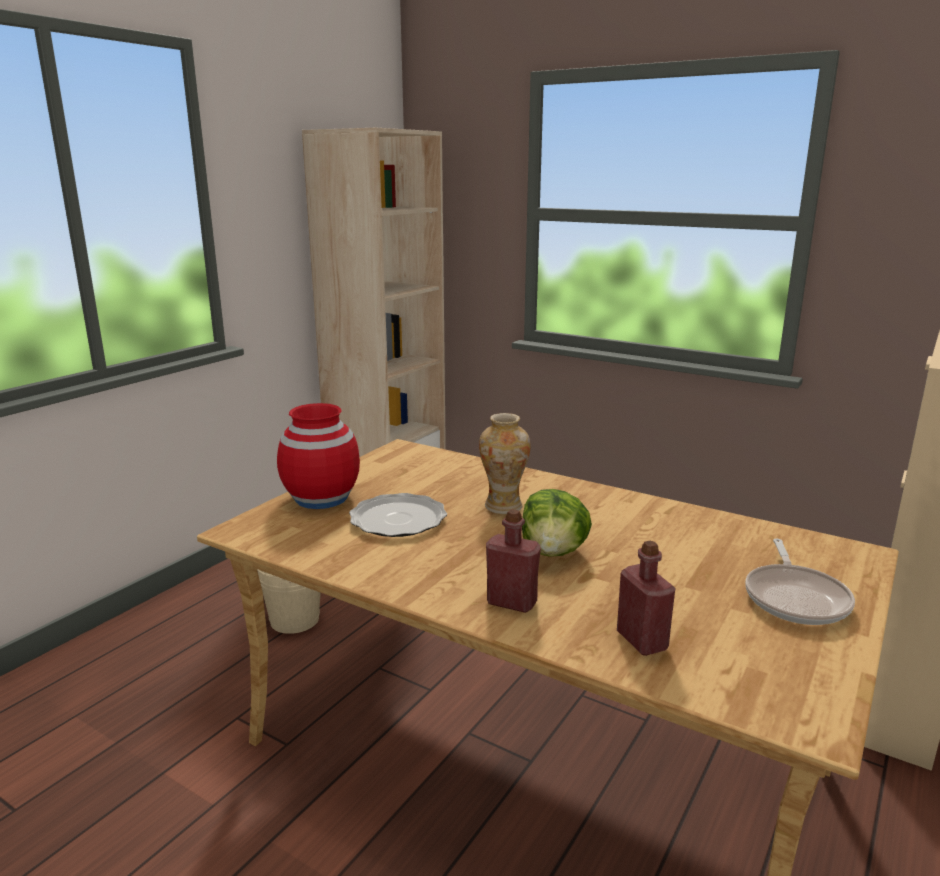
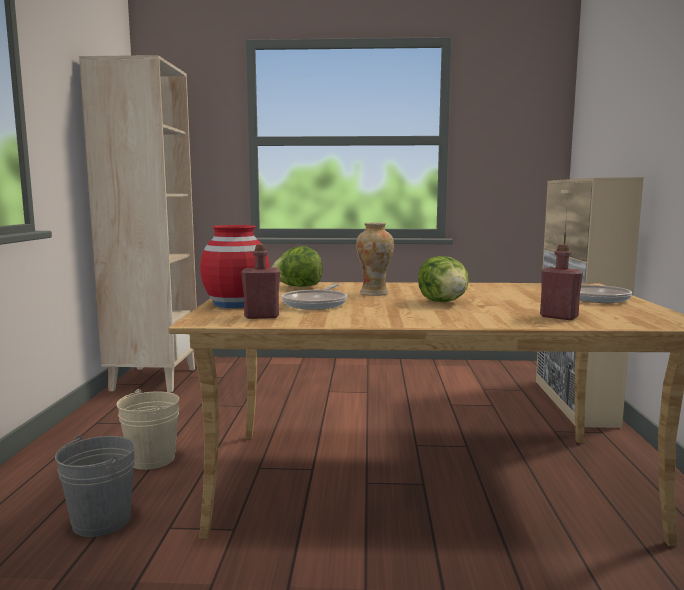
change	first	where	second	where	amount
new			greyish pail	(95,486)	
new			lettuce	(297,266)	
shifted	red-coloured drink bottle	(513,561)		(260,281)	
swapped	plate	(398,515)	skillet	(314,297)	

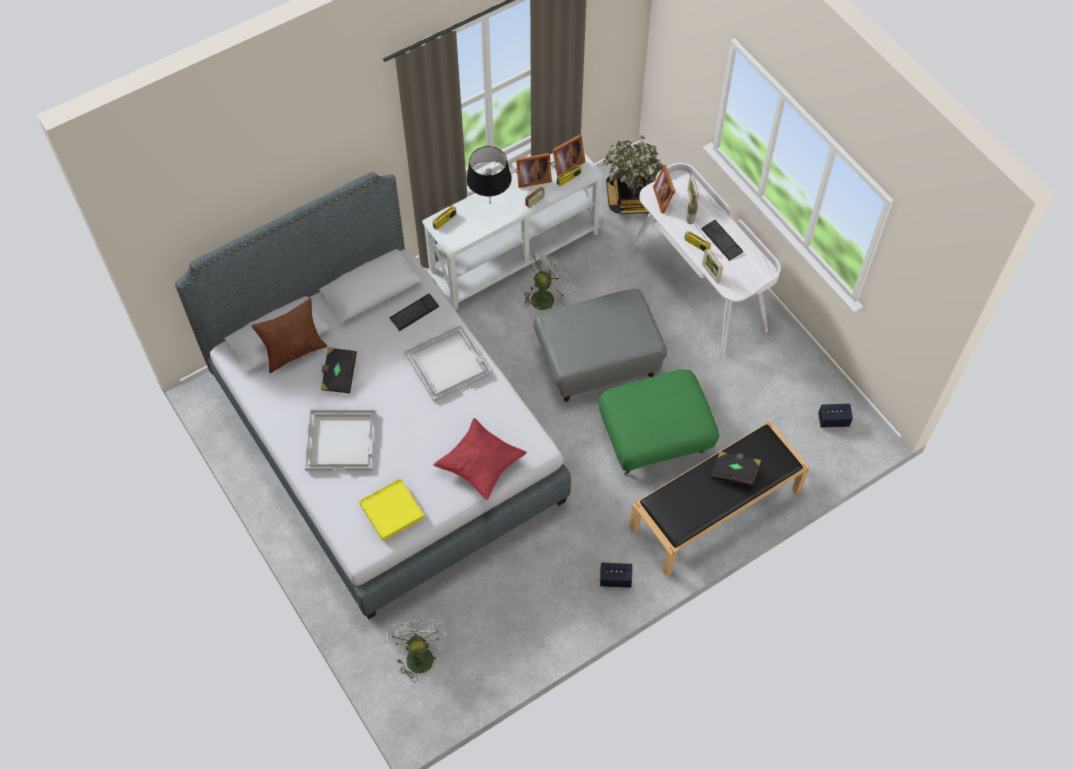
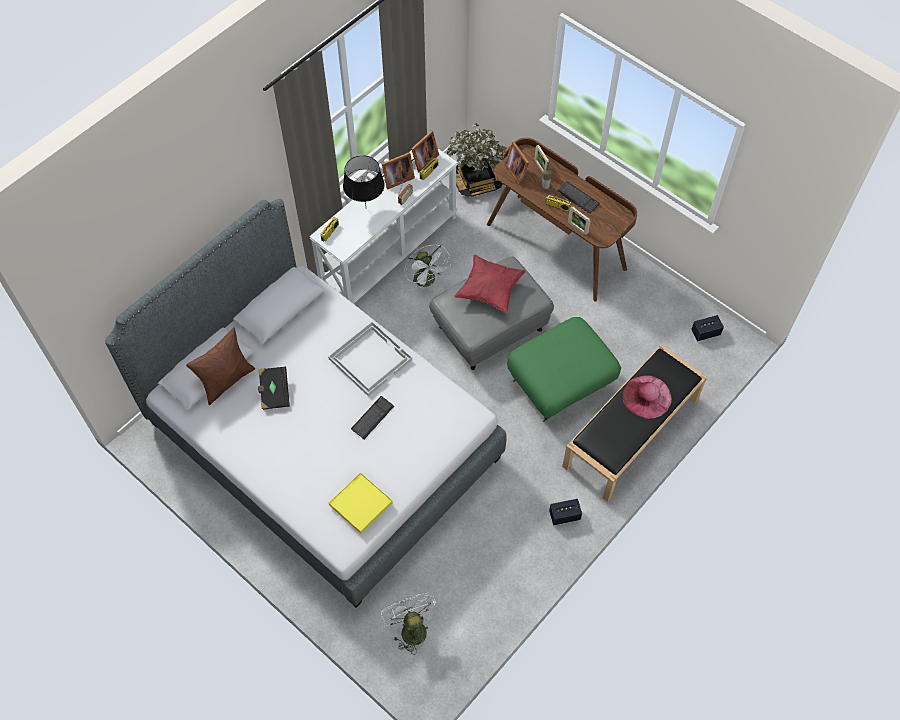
change	first	where	second	where	amount
gone	whitish carrying tray	(340,440)			
shifted	computer keyboard	(414,312)		(372,417)	
shifted	red-coloured pillow	(480,459)		(490,284)	
swapped	blackish volume	(736,469)	pink-coloured hat	(647,397)	
repainted	whitish desk unit	(705,260)	brown desk unit	(562,219)	
rotated	whitish fan	(548,280)		(427,268)	120 degrees clockwise

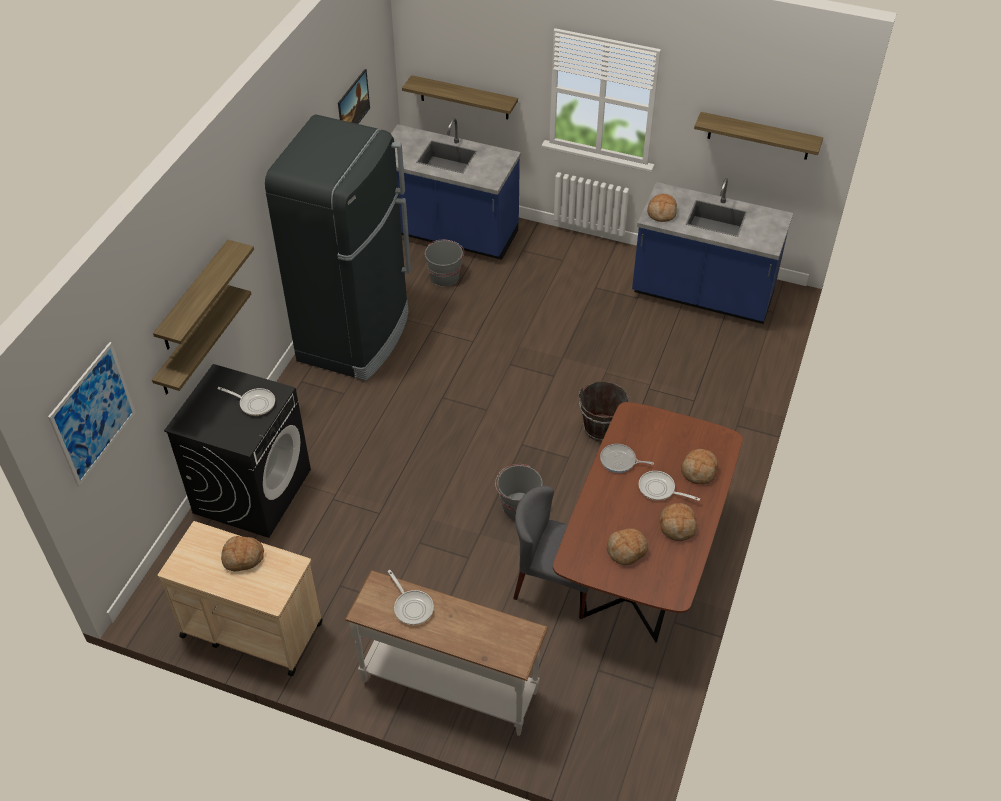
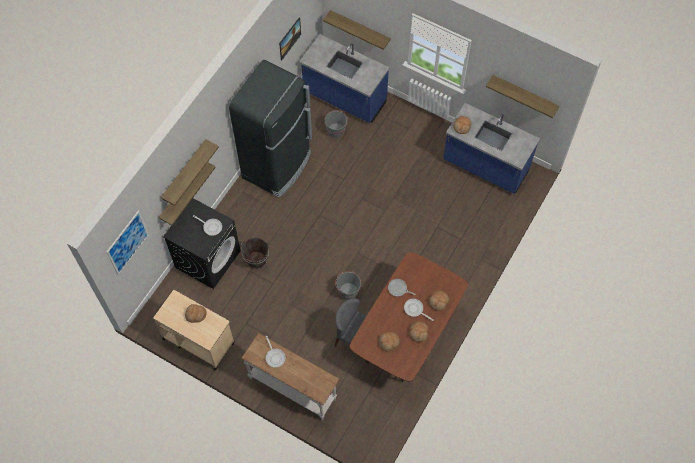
change	first	where	second	where	amount
shifted	brown pail	(604,411)		(255,253)	

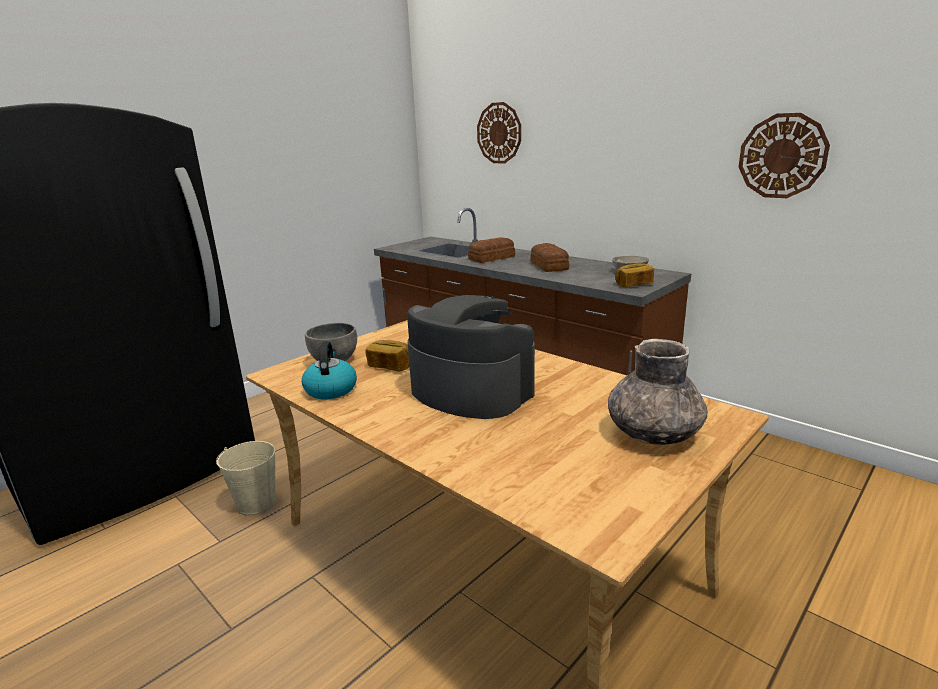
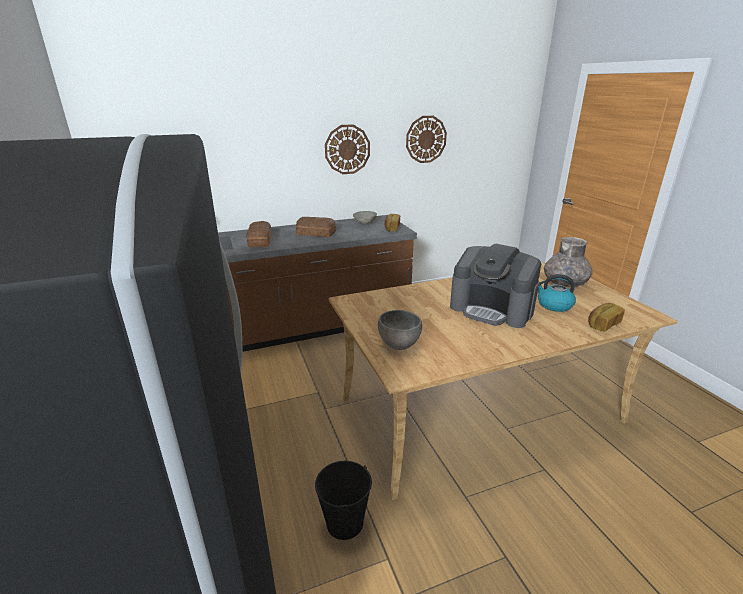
change	first	where	second	where	amount
shifted	water kettle	(329,370)		(557,293)	
shifted	bread	(387,355)		(606,317)	
shifted	wall clock	(499,132)		(347,149)	
repainted	sand-coloured pail	(246,478)	blackish pail	(343,500)	
rotated	coffee brewer	(471,357)		(495,286)	120 degrees counterclockwise

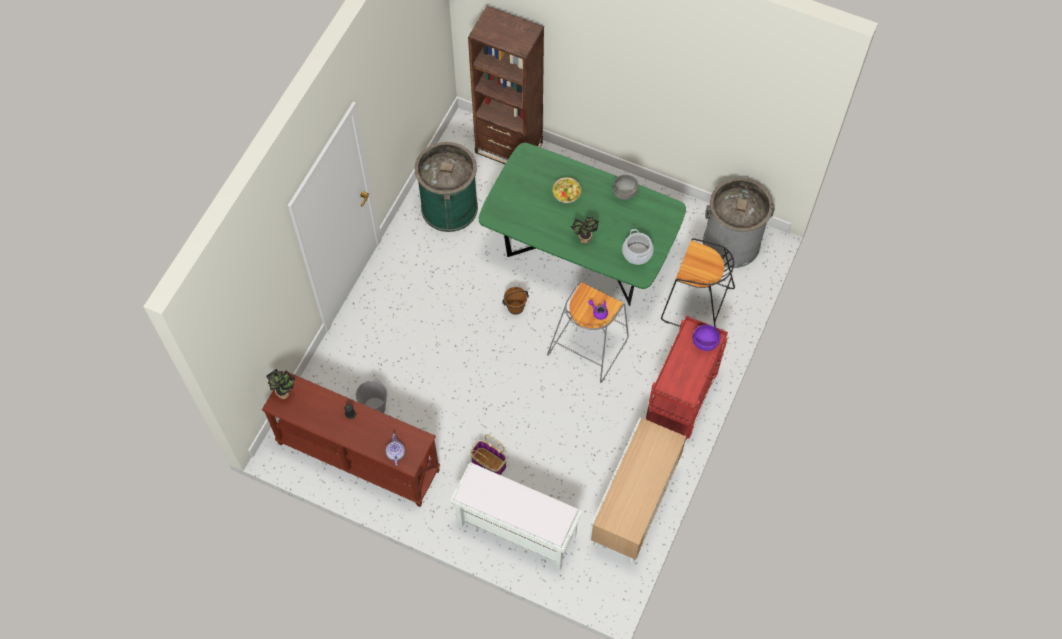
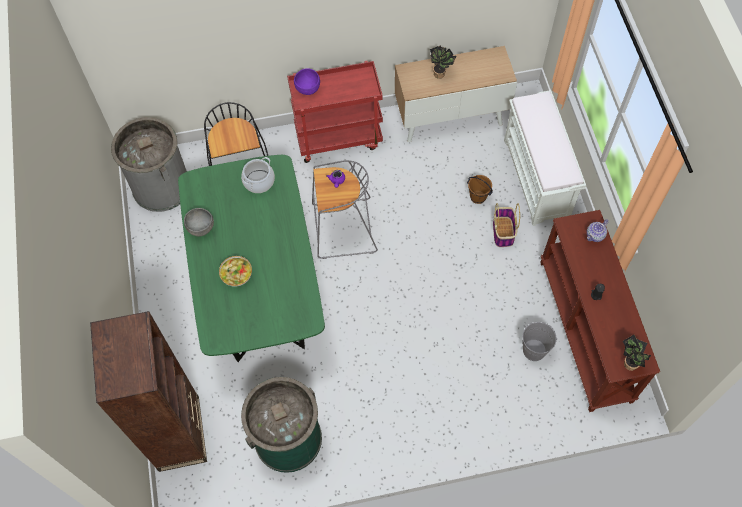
change	first	where	second	where	amount
shifted	brown pail	(515,301)		(480,189)	
shifted	plant in a pot	(584,229)		(443,62)	

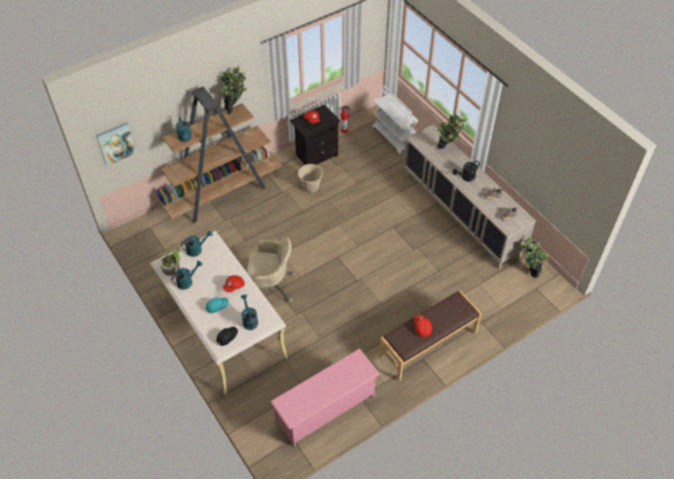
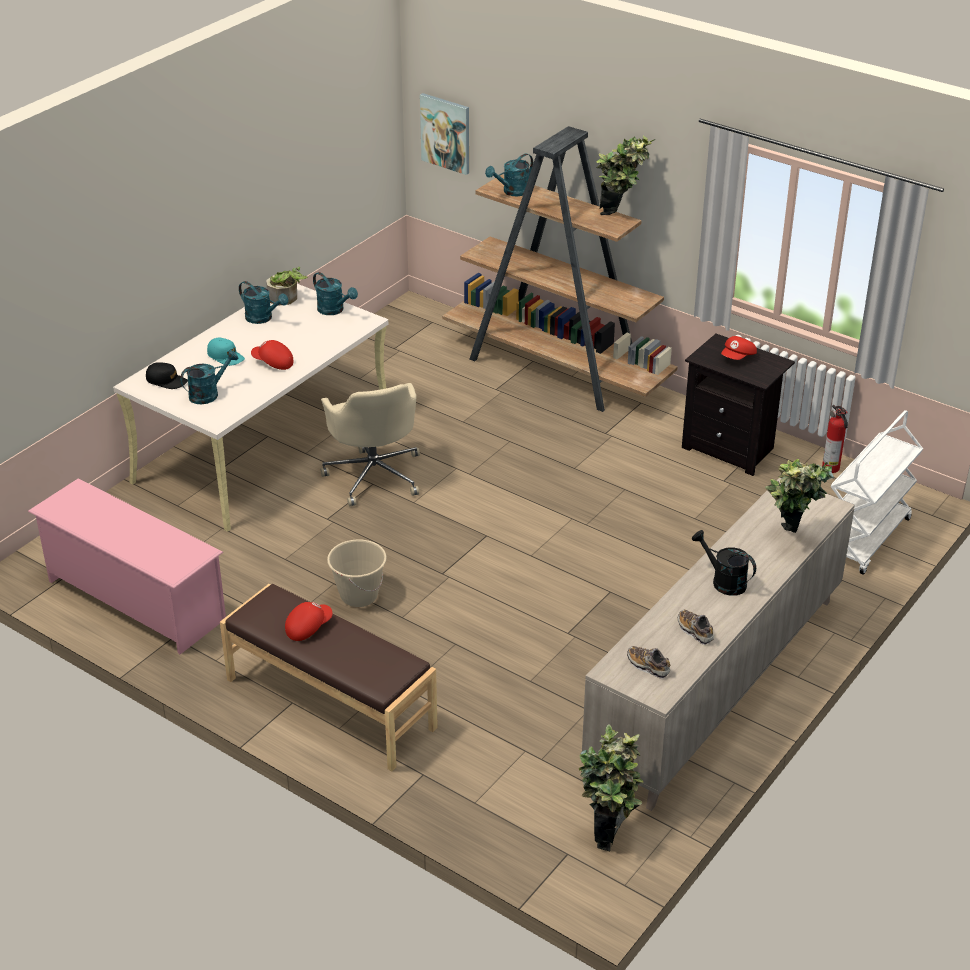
change	first	where	second	where	amount
shifted	sand-coloured pail	(310,178)		(357,573)	

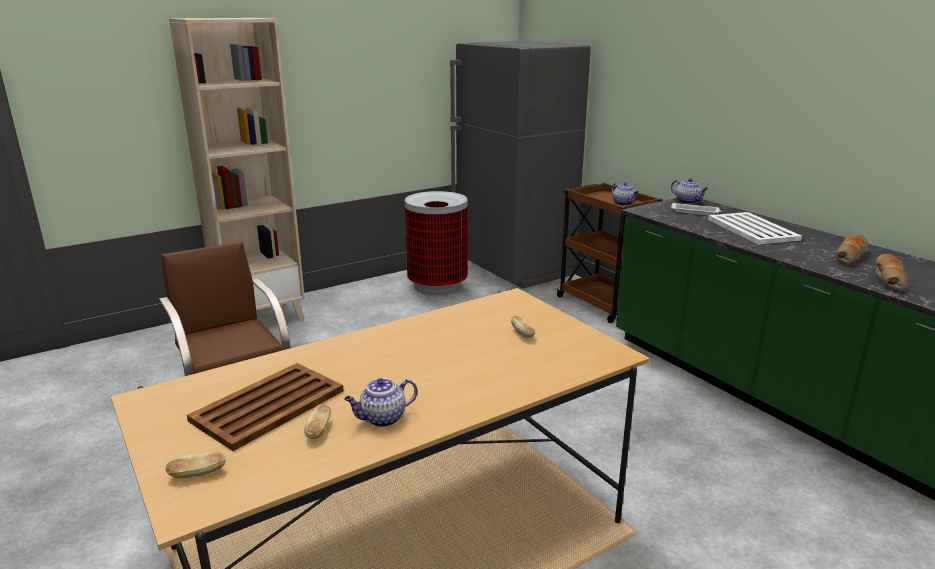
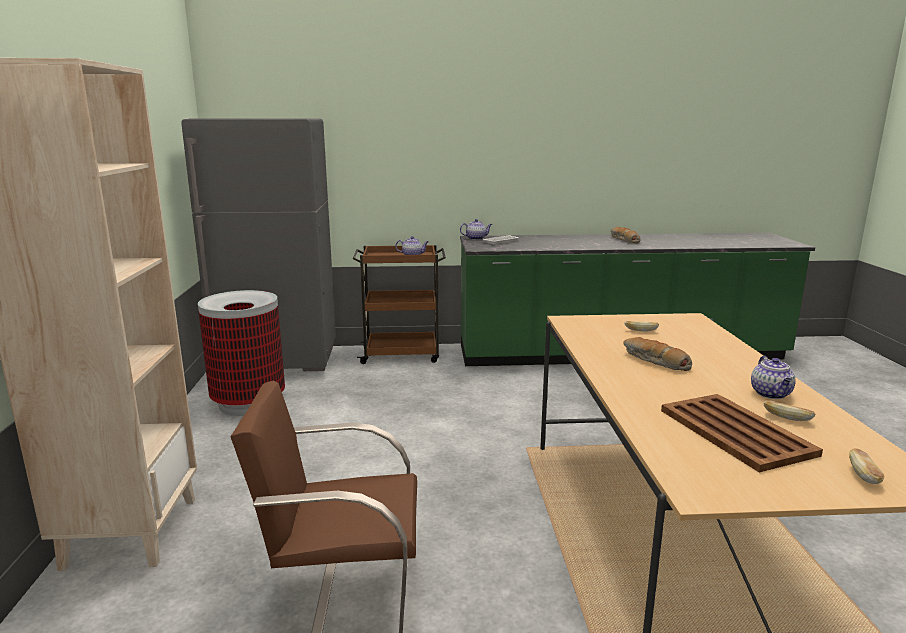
change	first	where	second	where	amount
gone	whitish carrying tray	(755,228)			
shifted	bread	(891,273)		(658,354)	

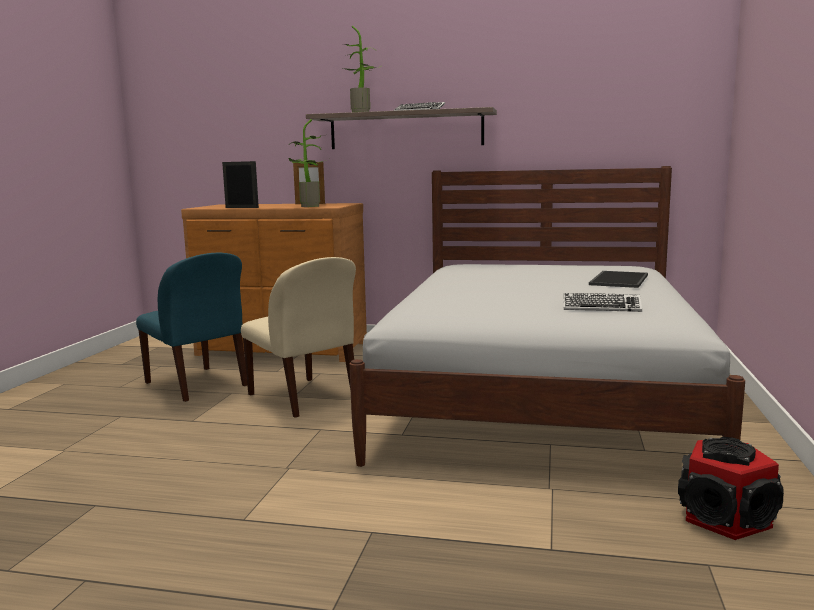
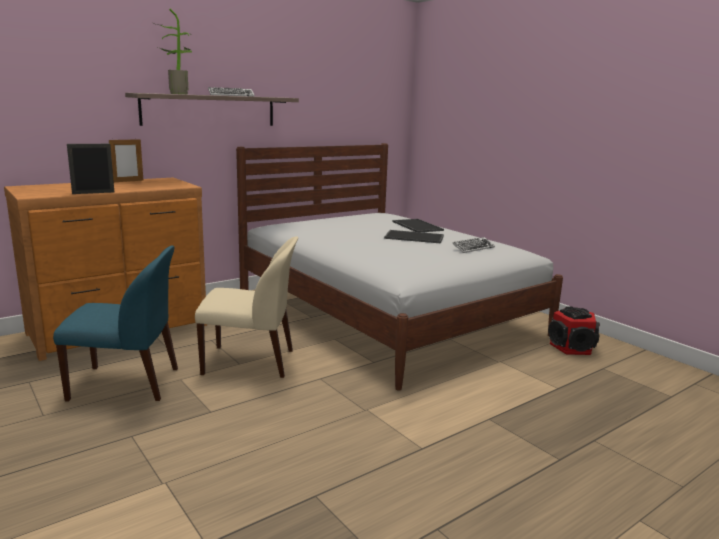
change	first	where	second	where	amount
gone	plant in a pot	(307,163)			
new			carrying tray	(414,236)	

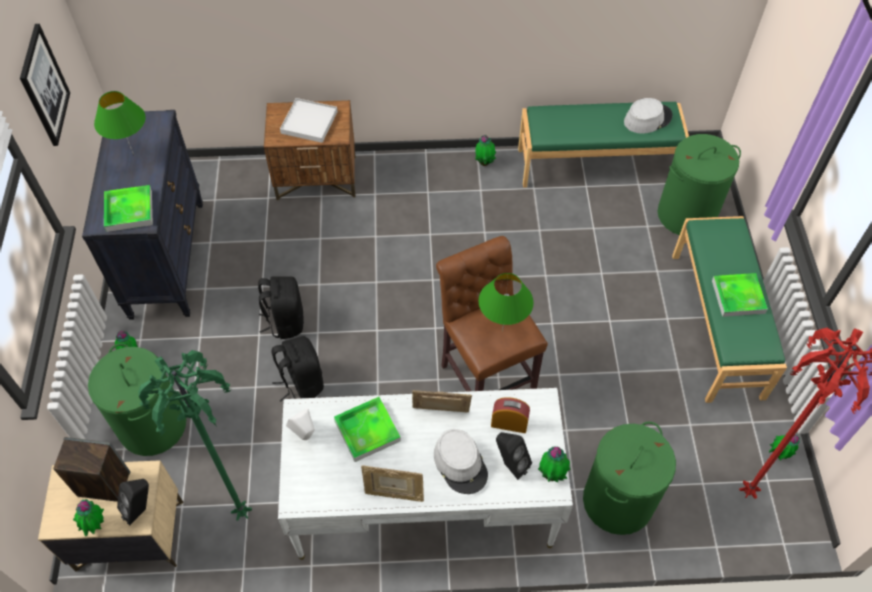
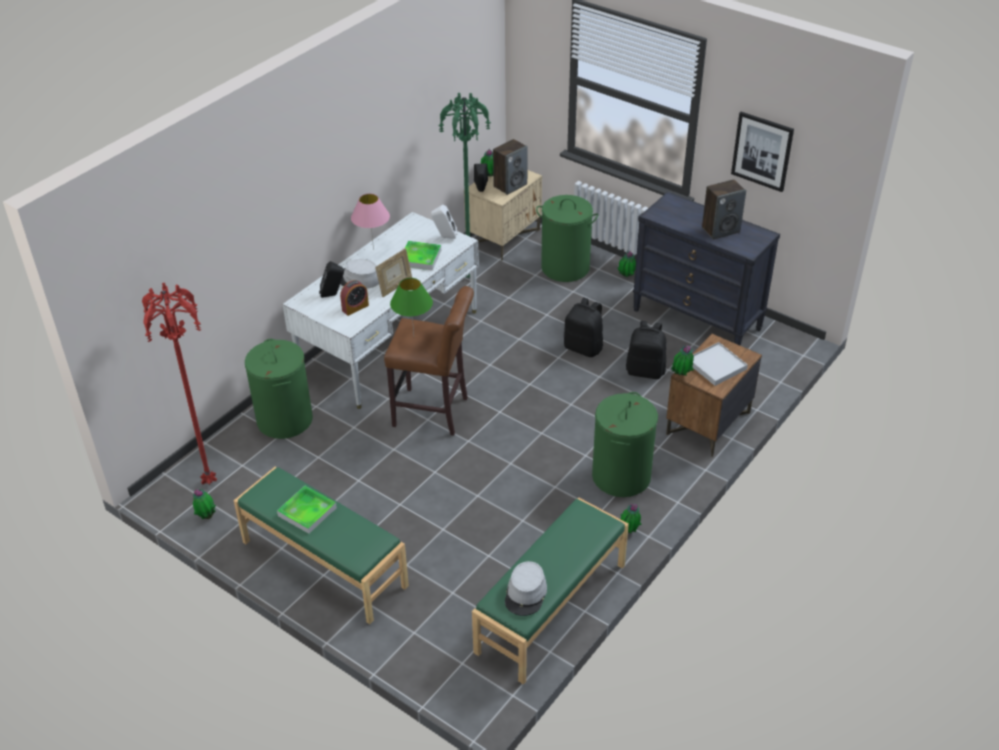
change	first	where	second	where	amount
gone	carrying tray	(128,208)			
shifted	blackish rucksack	(297,369)		(646,350)	
shifted	plant in a pot	(554,464)		(682,360)	
shifted	greenish laundry basket	(699,184)		(625,444)	
swapped	greenish lamp for a table	(120,123)	loudspeaker	(724,209)	
swapped	photo frame	(392,484)	pink-coloured lamp for a table	(370,221)	

